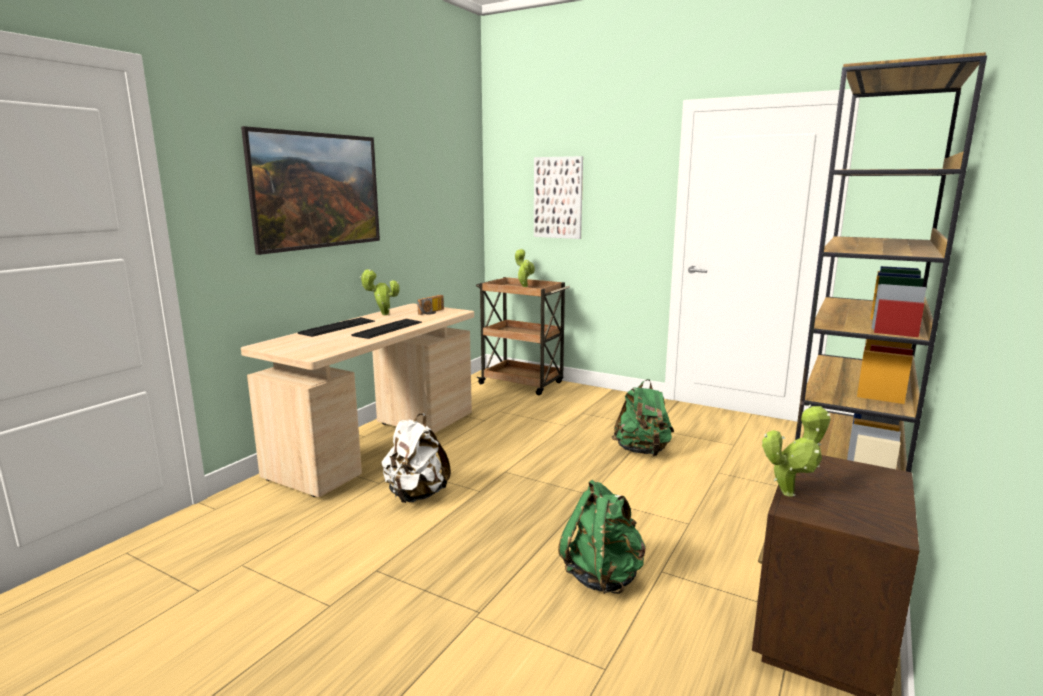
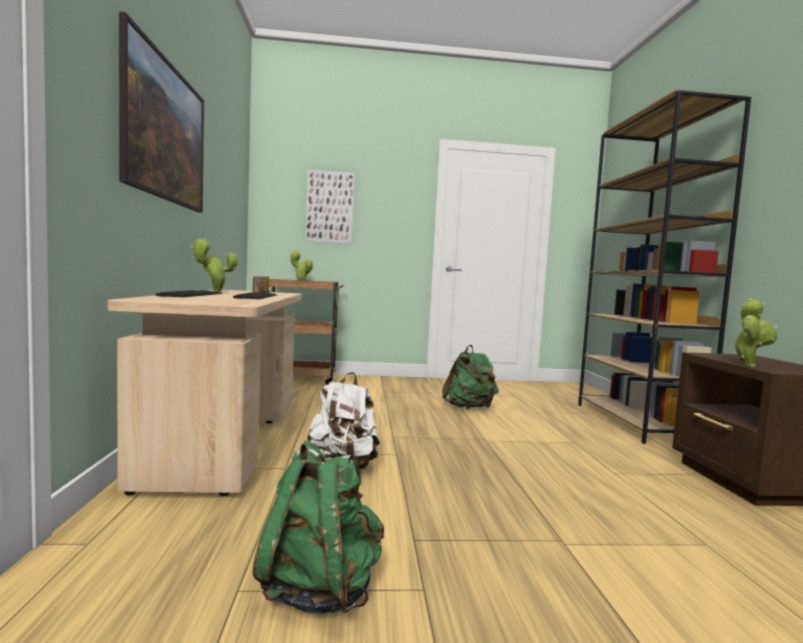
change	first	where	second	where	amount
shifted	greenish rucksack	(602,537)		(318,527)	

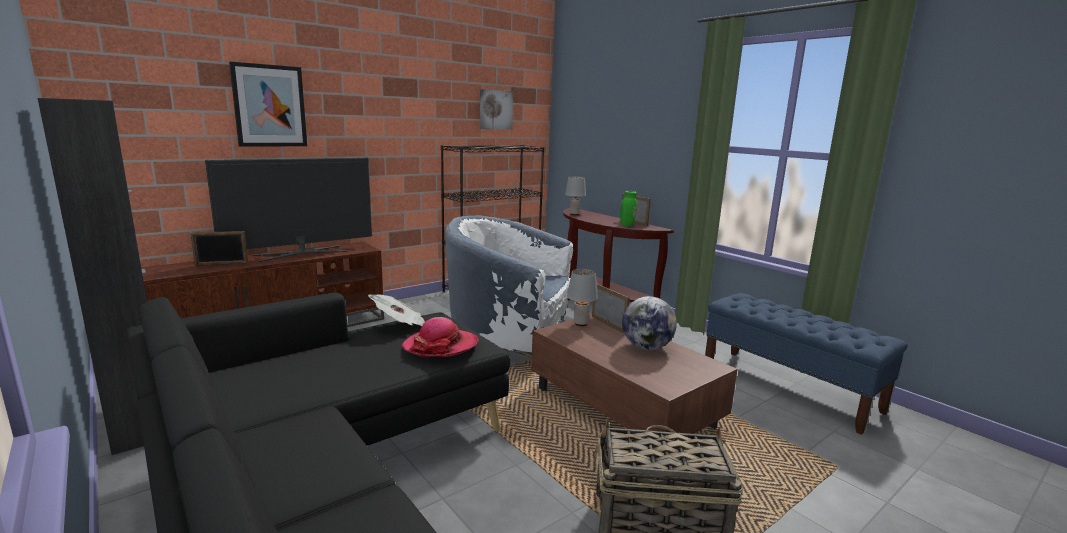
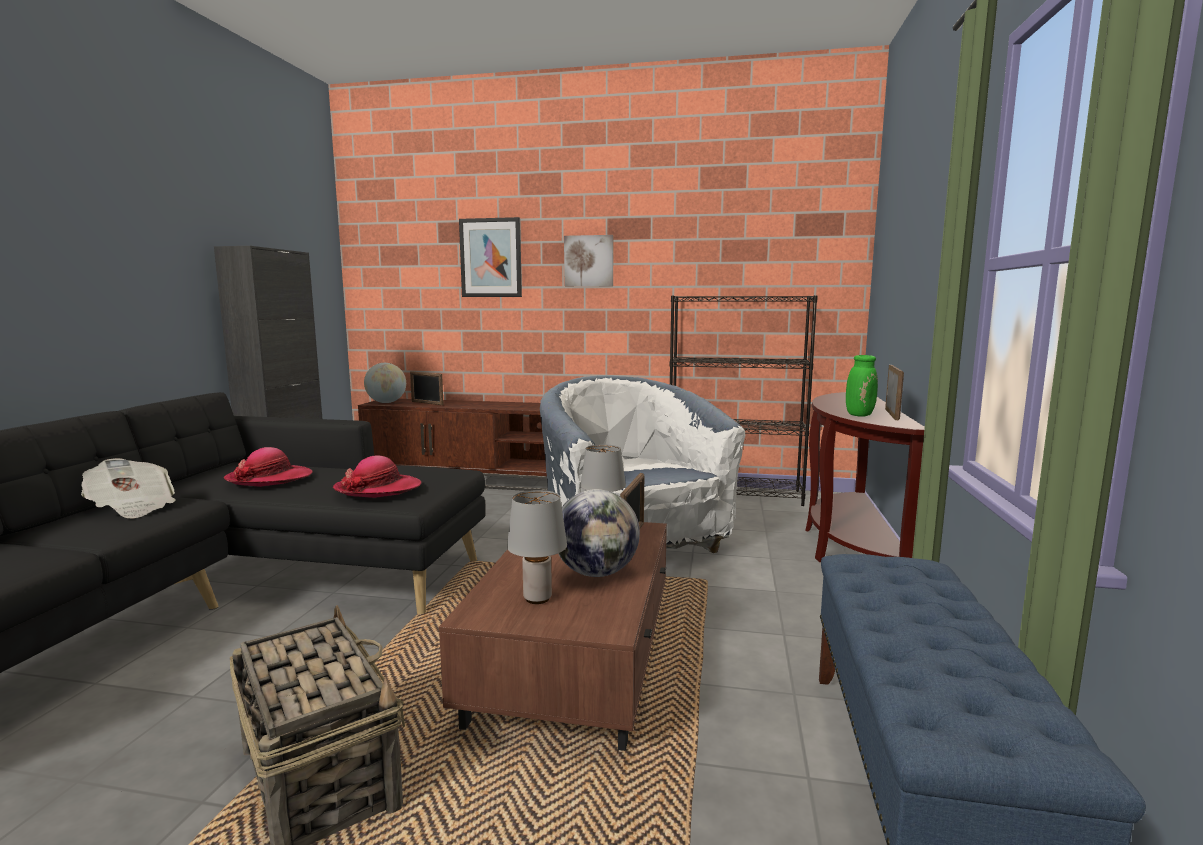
change	first	where	second	where	amount
gone	TV	(288,209)			
new			hat	(268,467)	
new			globe	(385,383)	
shifted	daily paper	(396,310)		(128,488)	
shifted	picture	(496,109)		(588,260)	
shifted	greyish lamp for a table	(575,195)		(537,547)	

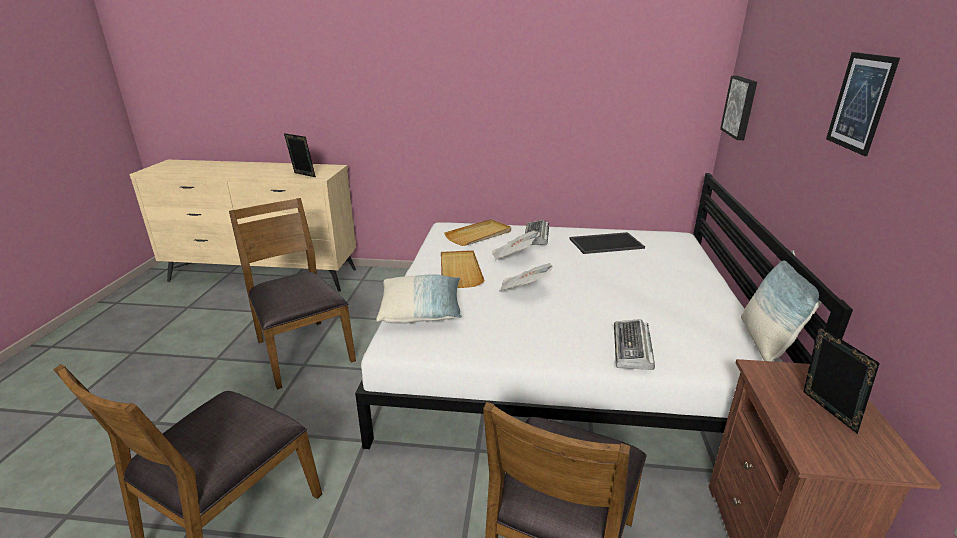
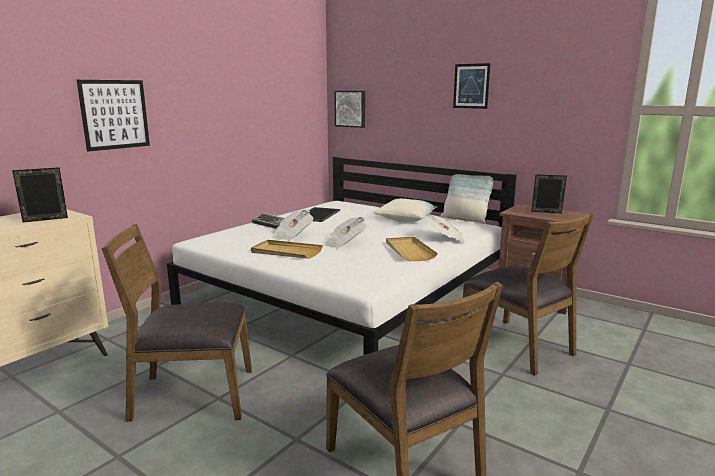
change	first	where	second	where	amount
new			picture	(113,116)	
shifted	pillow	(419,299)		(405,210)	
shifted	sand-coloured carrying tray	(477,232)		(412,249)	
swapped	computer keyboard	(634,344)	daily paper	(445,228)	

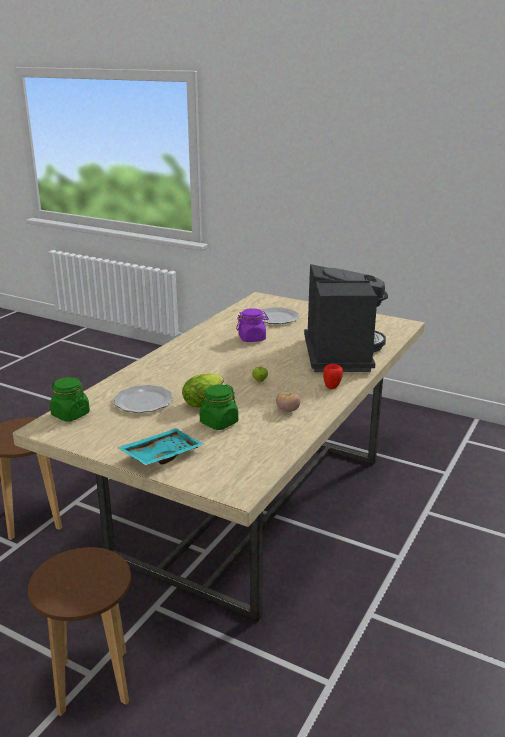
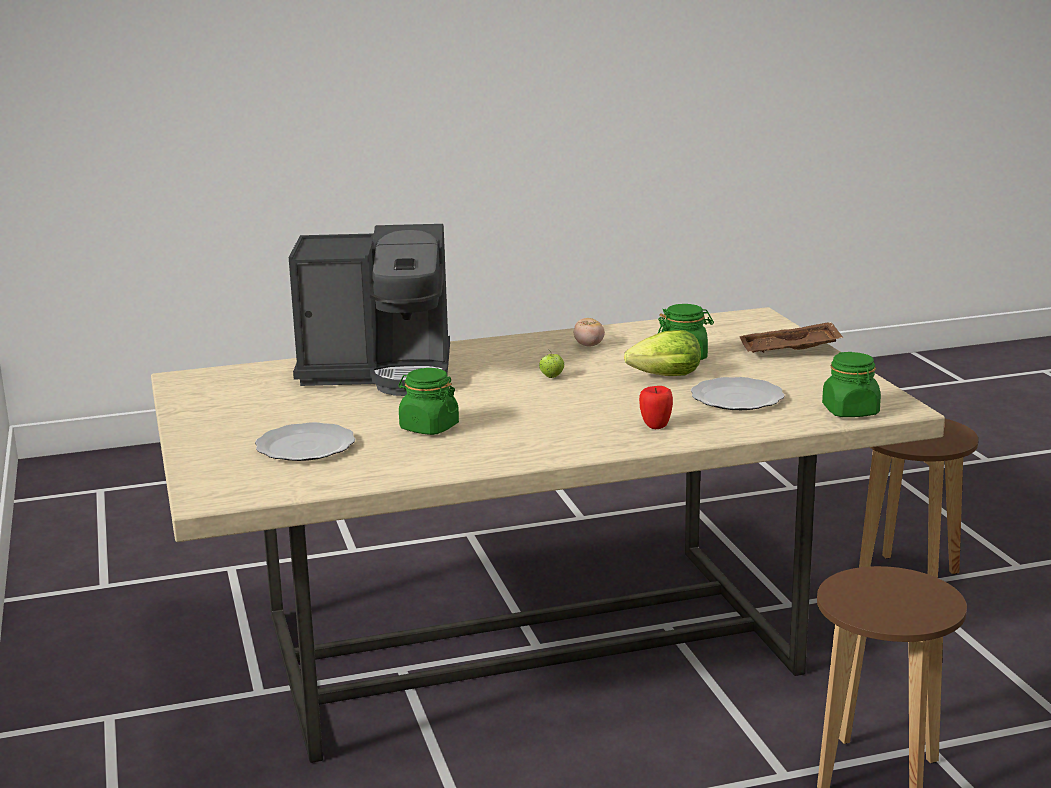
change	first	where	second	where	amount
shifted	whole apple	(333,376)		(656,407)	
repainted	turquoise-coloured carrying tray	(161,446)	brown carrying tray	(791,337)	
repainted	purplish jar	(252,325)	greenish jar	(428,401)	
rotated	coffee brewer	(346,318)		(369,310)	135 degrees counterclockwise

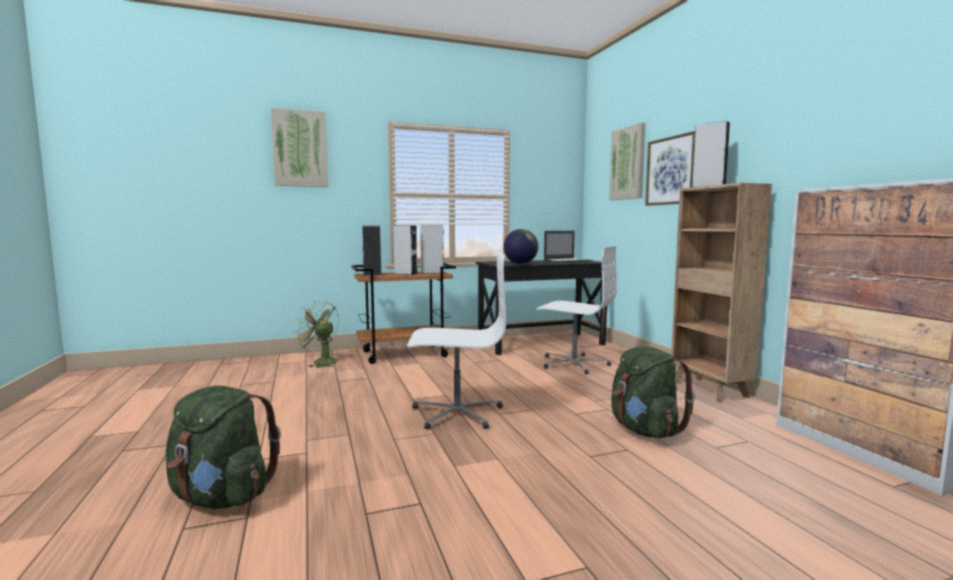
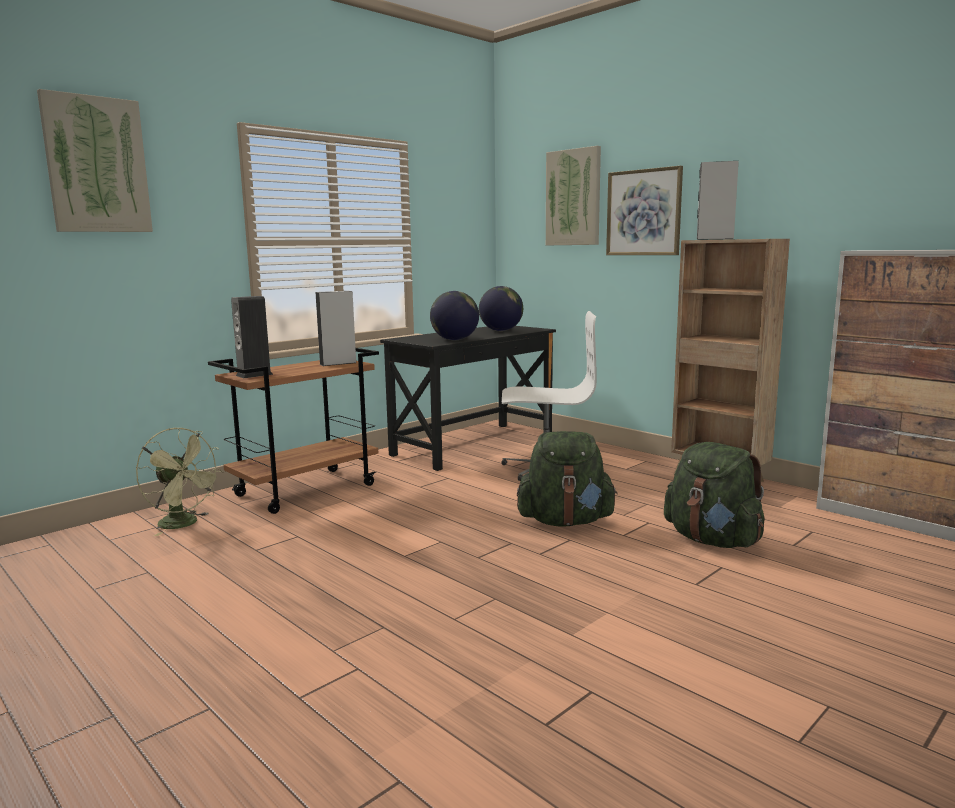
change	first	where	second	where	amount
gone	greyish loudspeaker	(405,250)			
gone	whitish desk chair	(456,341)			
shifted	greenish rucksack	(223,447)		(567,479)	
swapped	laptop	(568,247)	globe	(501,308)	
rotated	greenish fan	(316,334)		(179,482)	150 degrees counterclockwise

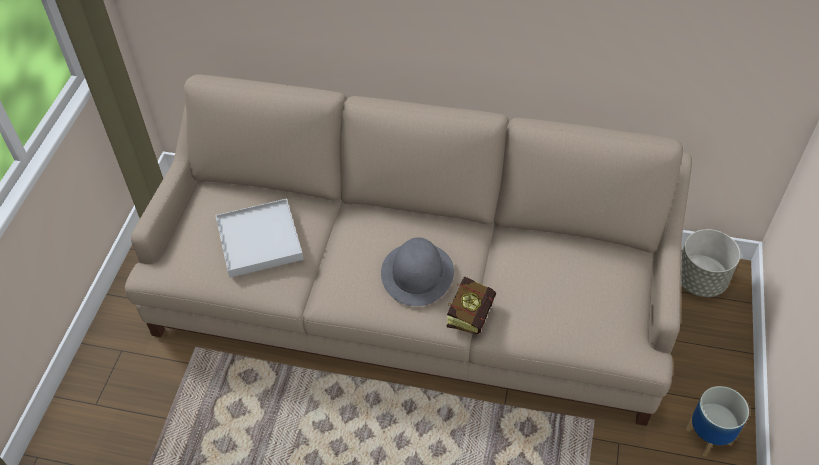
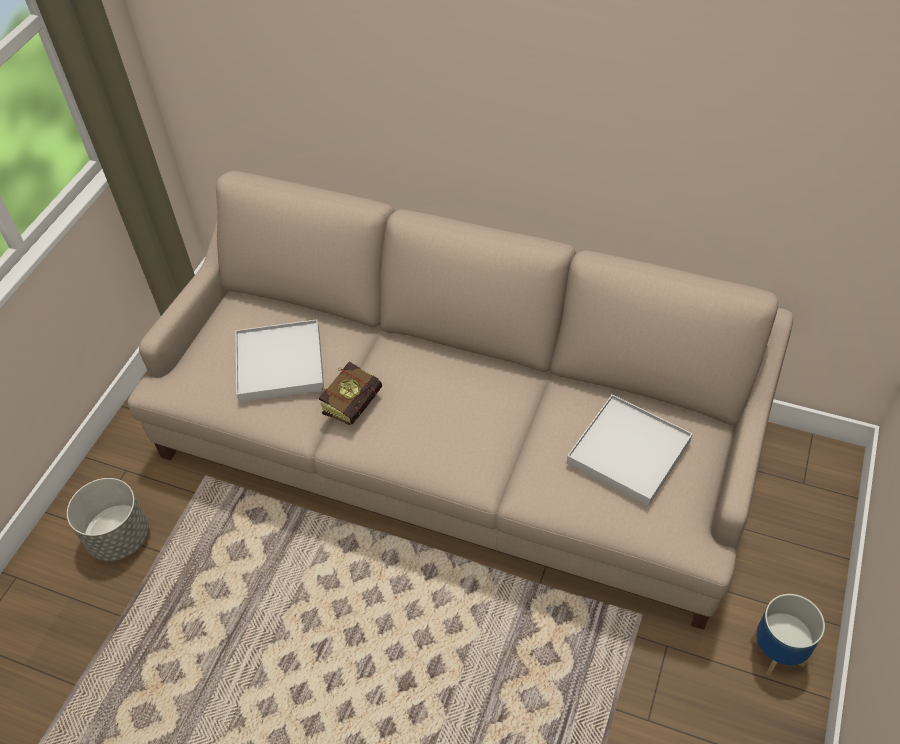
change	first	where	second	where	amount
gone	greyish hat	(417,271)			
new			whitish carrying tray	(630,450)	
shifted	volume	(471,305)		(350,393)	
shifted	greyish flower pot	(710,263)		(108,519)	

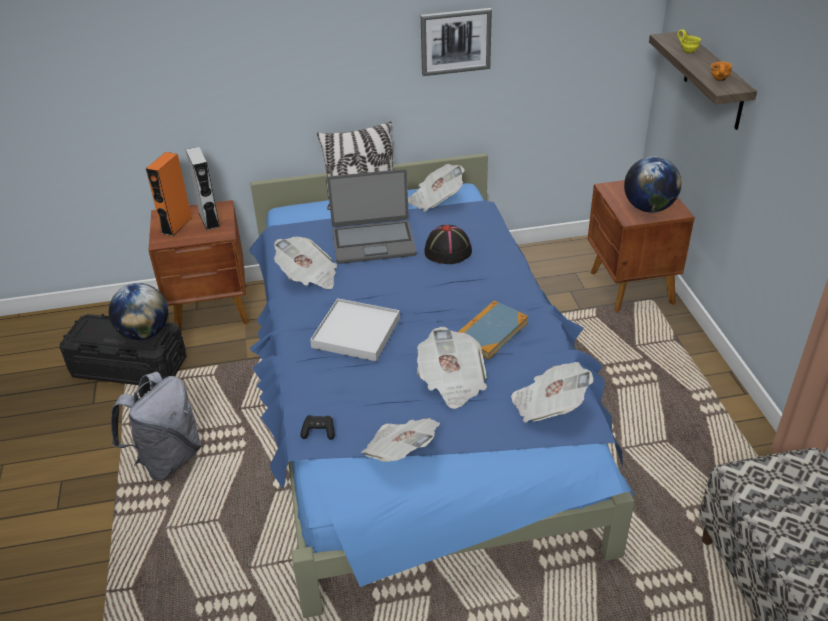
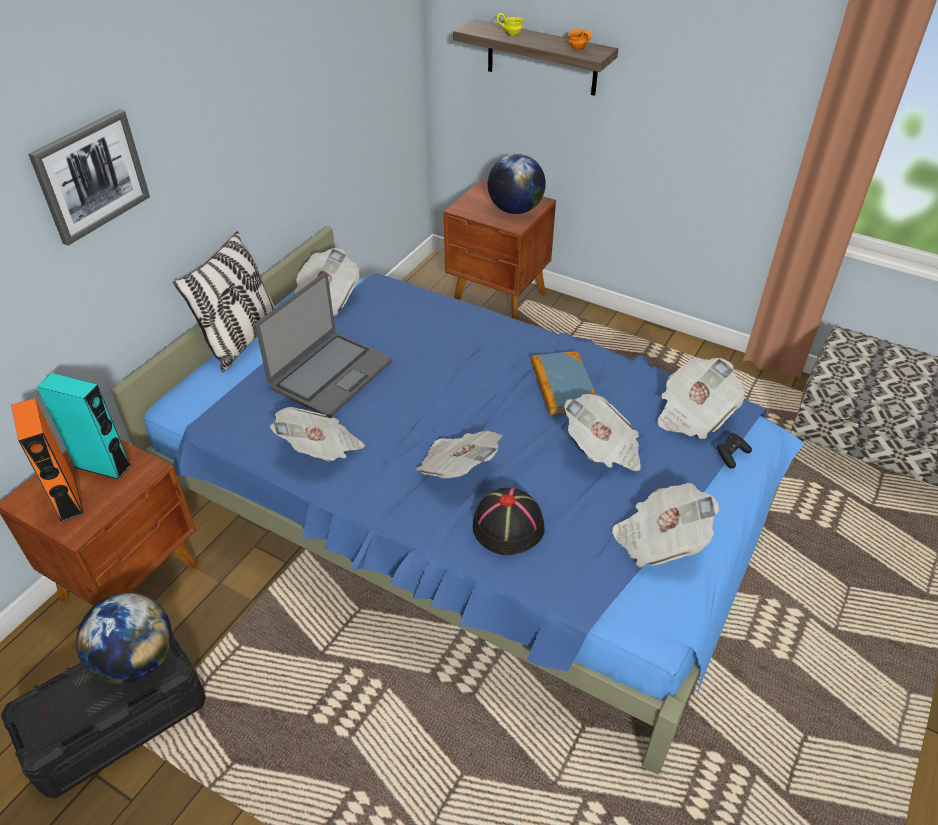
change	first	where	second	where	amount
gone	greyish rucksack	(156,426)			
shifted	blackish game controller	(317,427)		(734,451)	
shifted	picture	(456,42)		(89,177)	
shifted	blackish hat	(448,244)		(509,521)	
swapped	whitish carrying tray	(355,329)	daily paper	(459,454)	
repainted	greyish loudspeaker	(202,188)	turquoise-coloured loudspeaker	(84,426)	

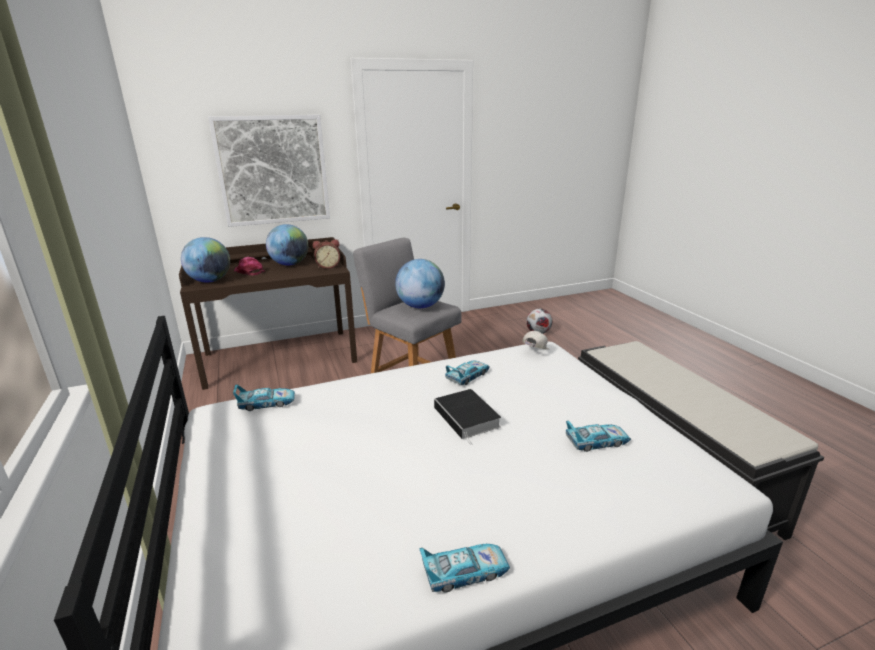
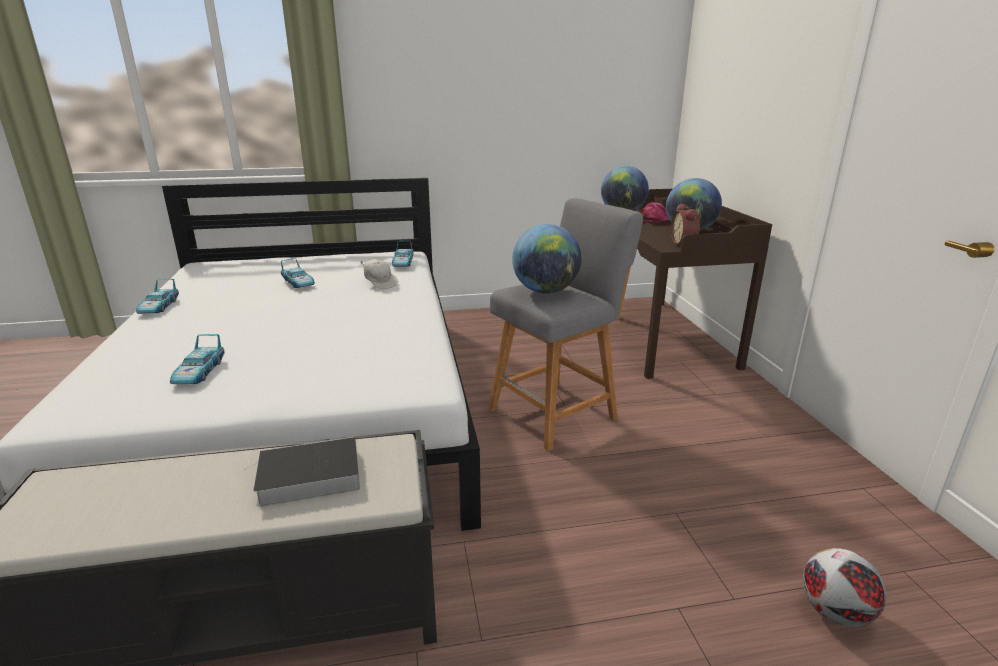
change	first	where	second	where	amount
gone	picture	(269,171)			
shifted	volume	(467,417)		(301,471)	
shifted	miniature car	(467,373)		(298,273)	
shifted	whitish cap	(535,340)		(379,274)	

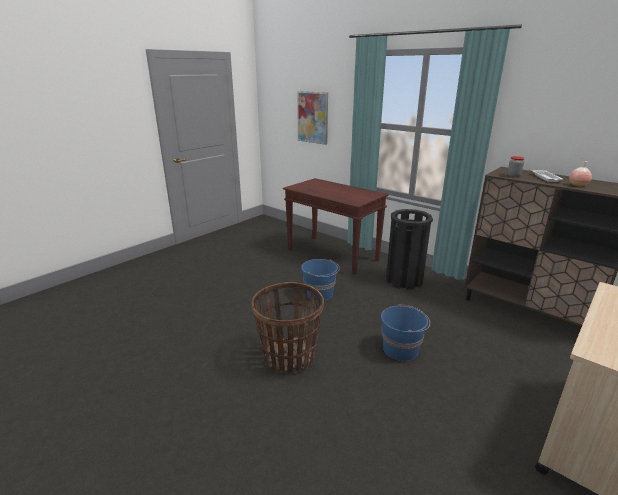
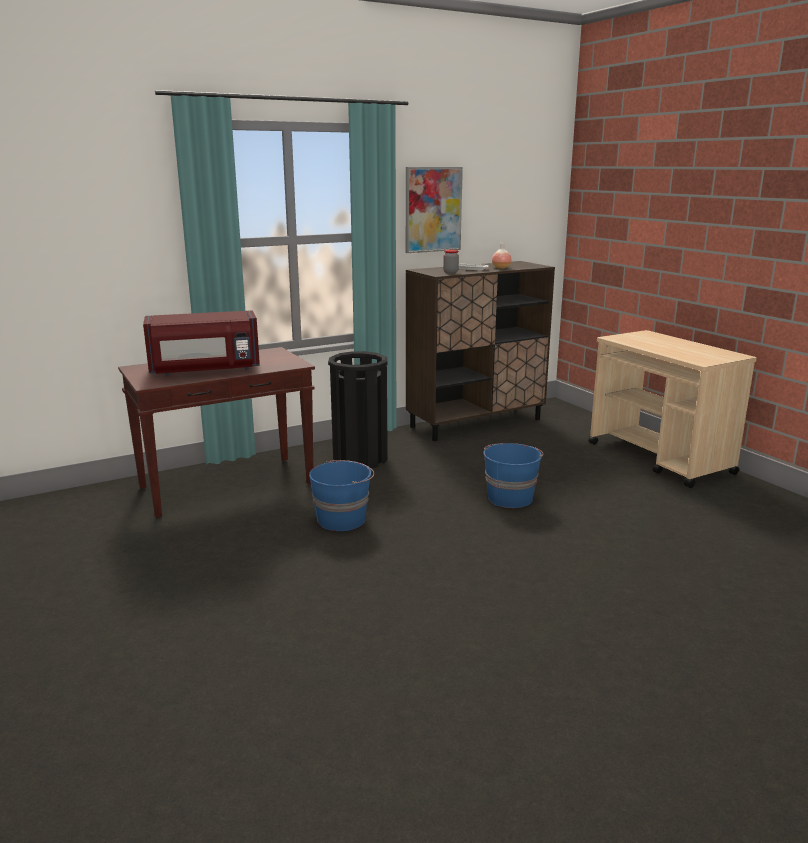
change	first	where	second	where	amount
gone	household basket	(288,327)			
new			red-coloured microwave oven	(201,342)	
shifted	picture	(312,118)		(434,210)	

